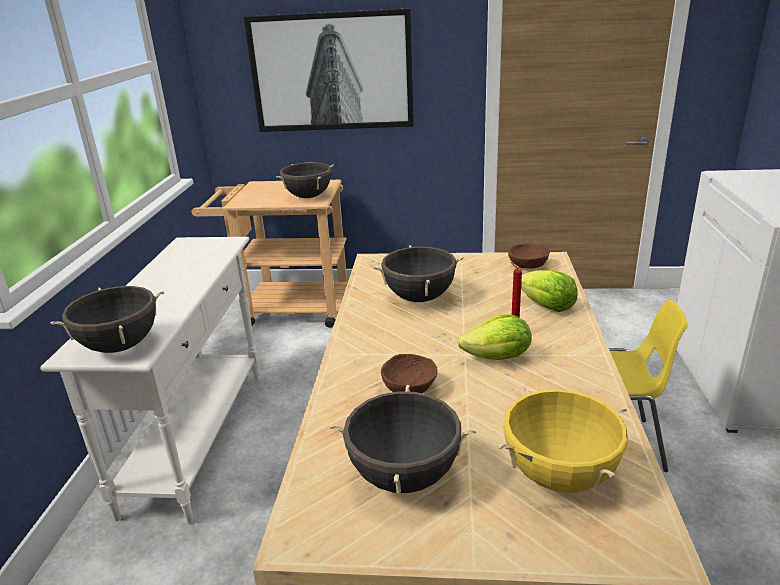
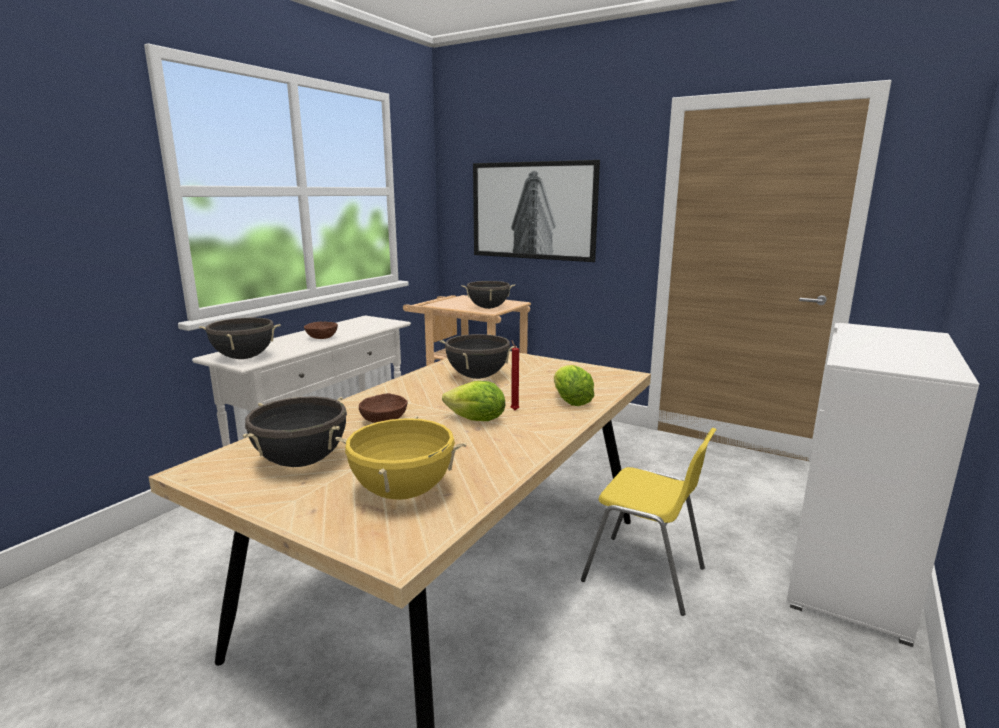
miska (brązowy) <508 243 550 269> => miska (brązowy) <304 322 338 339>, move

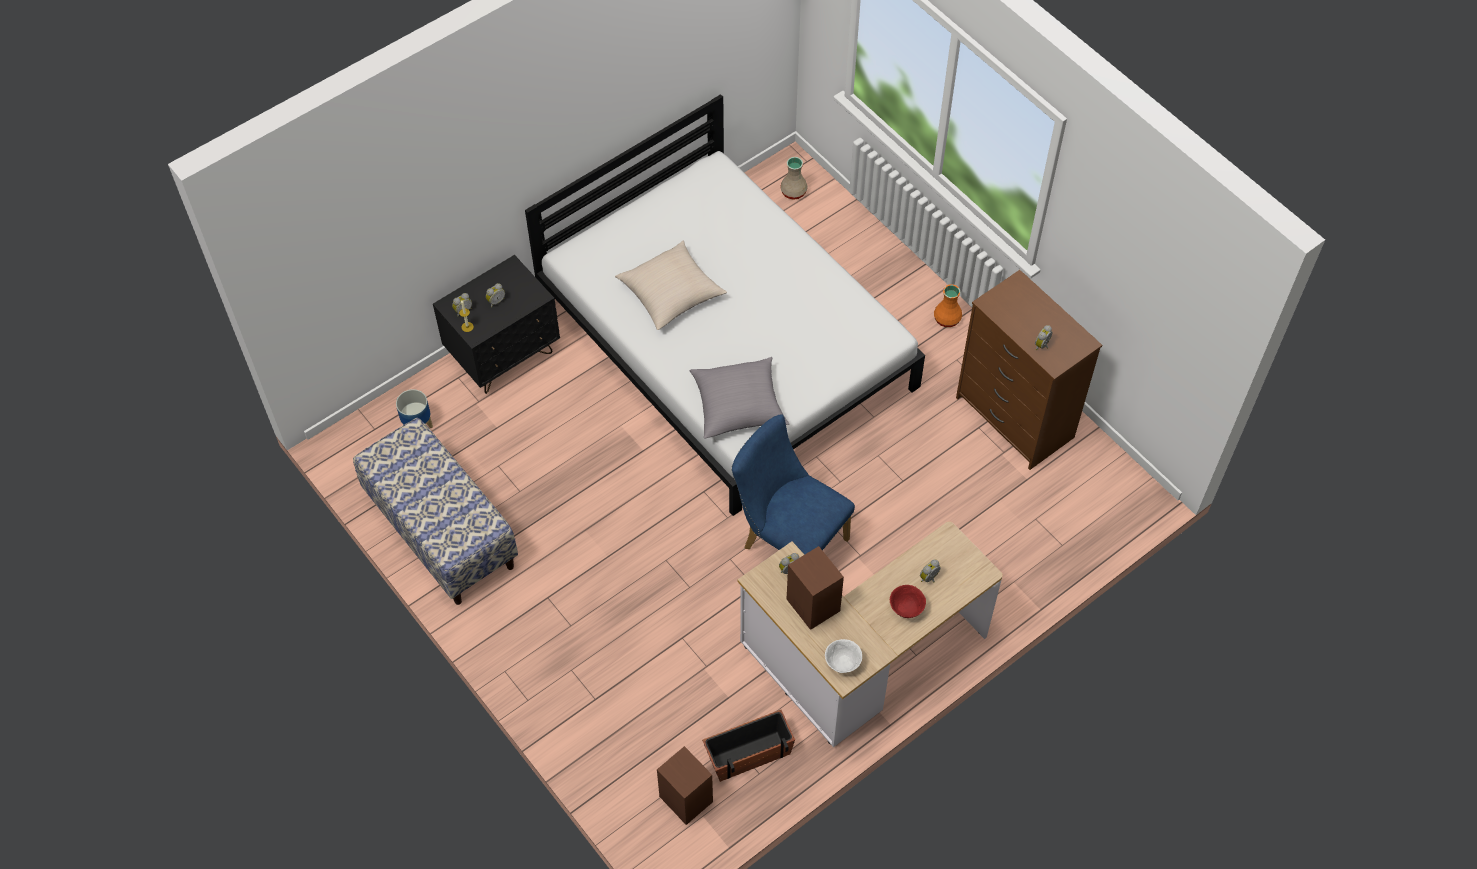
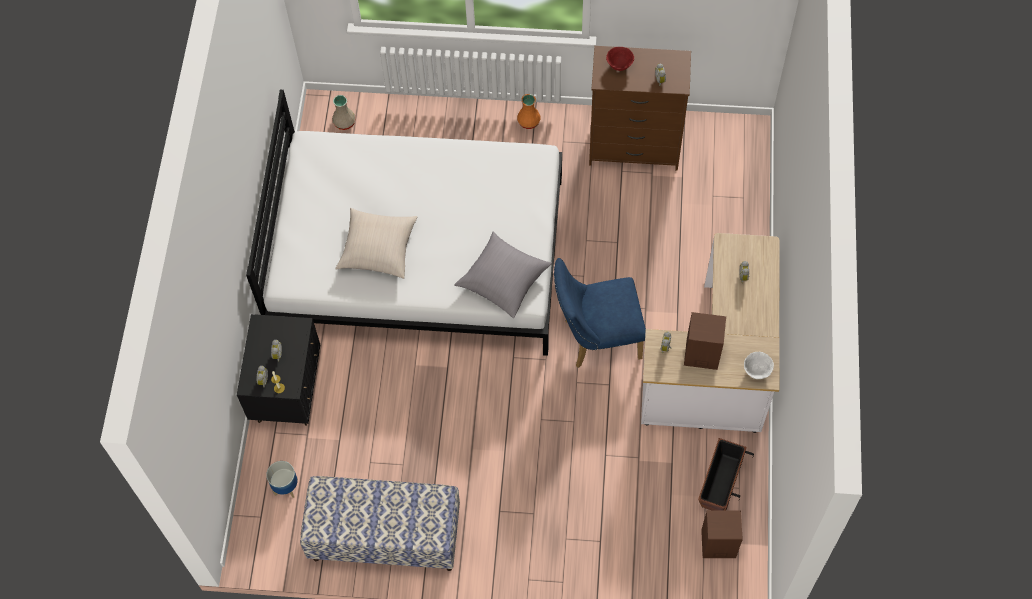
miska (czerwony) <890 585 926 618> => miska (czerwony) <606 47 634 71>, move

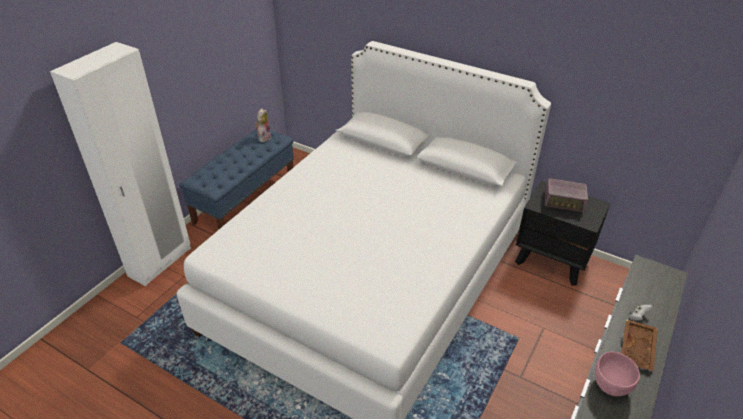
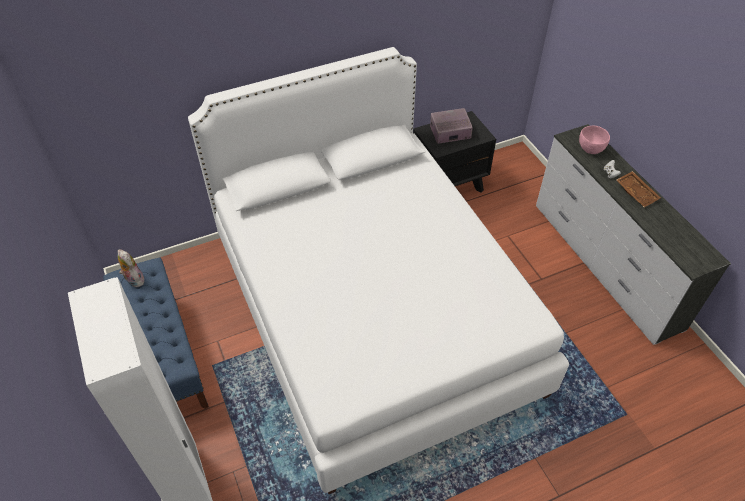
radio <545 178 588 213> => radio <430 108 473 144>, 150 degrees counterclockwise
miska (różowy) <595 352 640 396> => miska (różowy) <579 126 610 154>, move

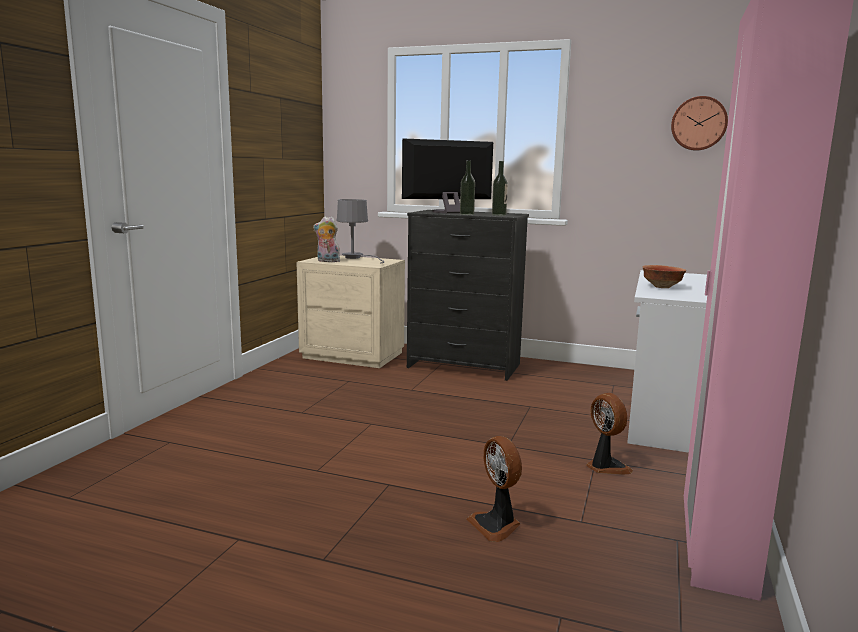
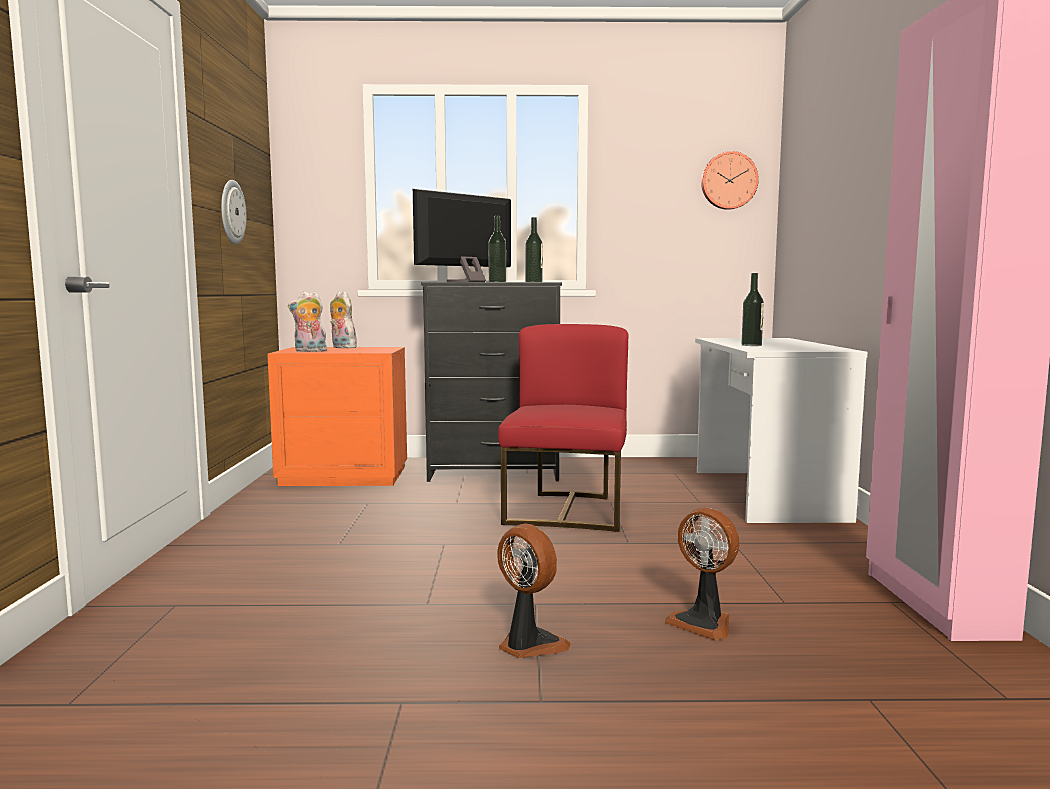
szafka nocna (beżowy) <296 256 405 368> => szafka nocna (pomarańczowy) <267 347 407 486>
lampa stołowa (szary) <337 199 384 263> => pluszak <330 291 359 349>
wentylator <586 393 633 475> => wentylator <497 524 571 658>, move
miska <643 265 686 288> => butelka <742 273 764 346>
nothing => zegar ścienny <221 180 246 244>
nothing => krzesło (czerwony) <498 324 629 532>

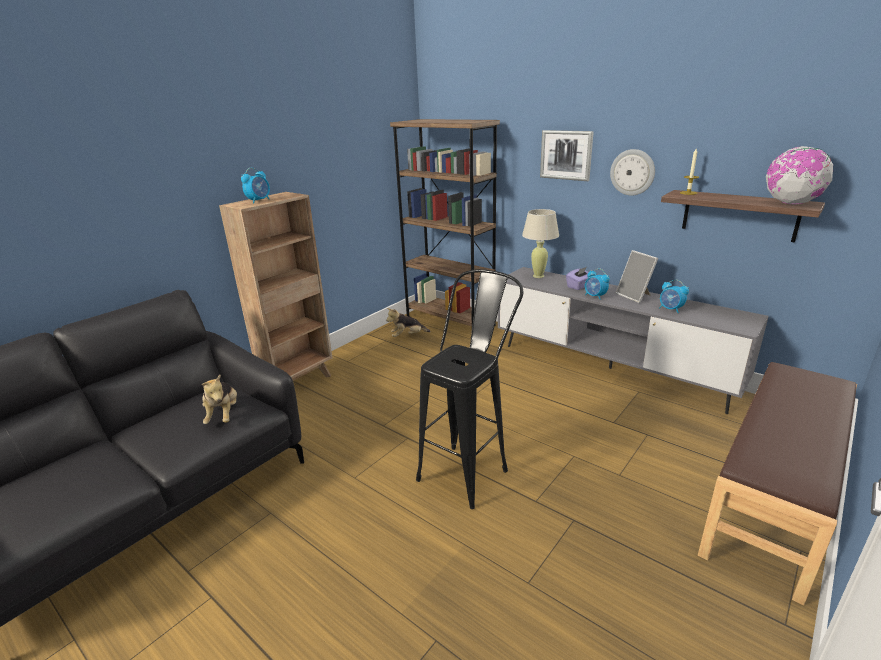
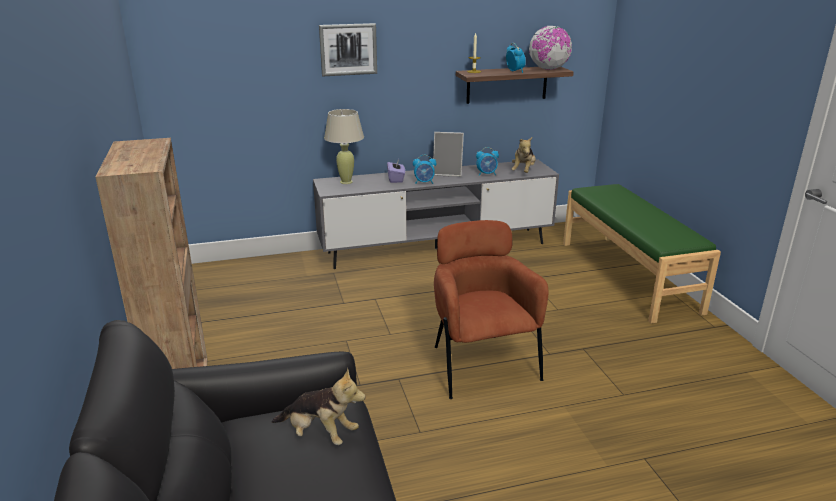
budzik <241 168 270 203> => budzik <506 43 526 73>, move
pluszak <386 308 431 337> => pluszak <511 137 536 173>, move
regał (brązowy) <390 119 500 327> => nothing
stołek (czarny) <416 269 523 509> => fotel (brązowy) <434 220 548 399>
zegar ścienny <610 149 655 196> => nothing
ławka (brązowy) <698 362 857 605> => ławka (zielony) <563 184 721 324>

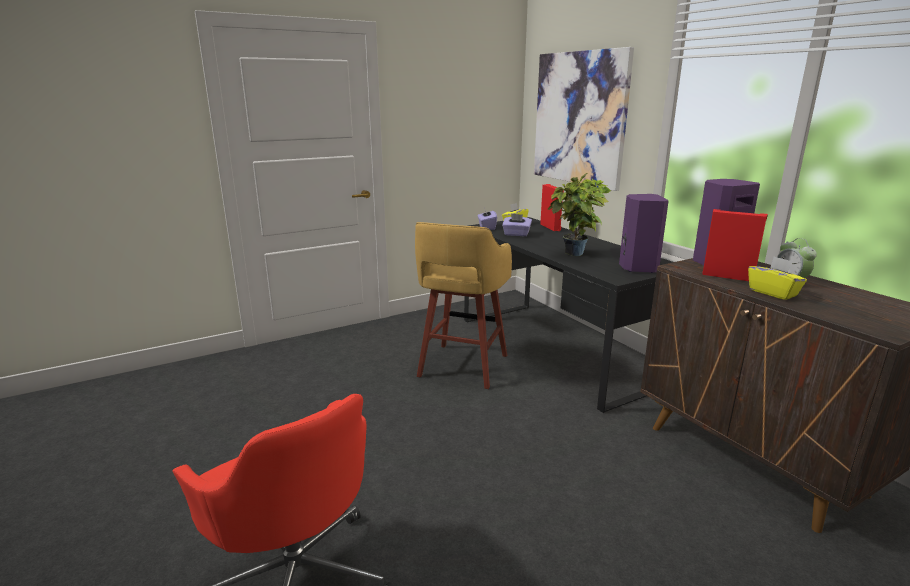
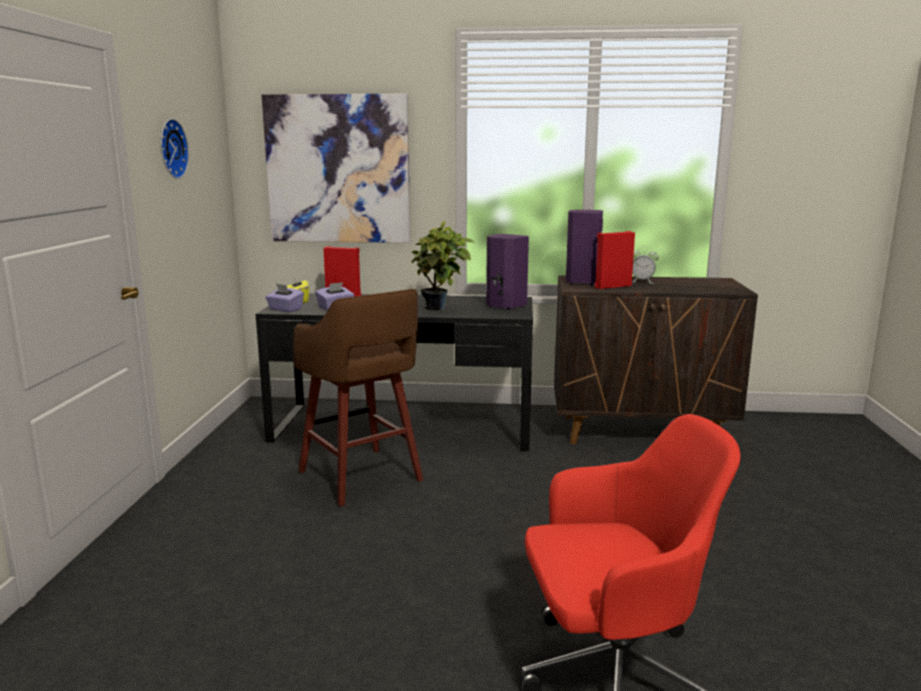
stołek (żółty) <415 222 512 389> => stołek (brązowy) <293 289 423 507>
pudełko chusteczek (żółty) <748 256 807 300> => nothing
nothing => zegar ścienny <160 119 189 179>

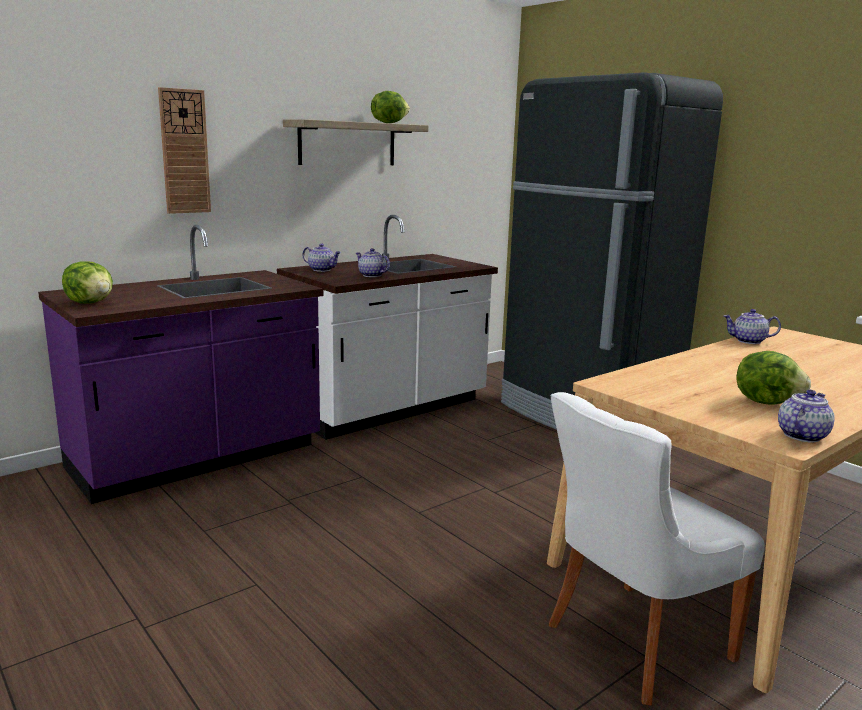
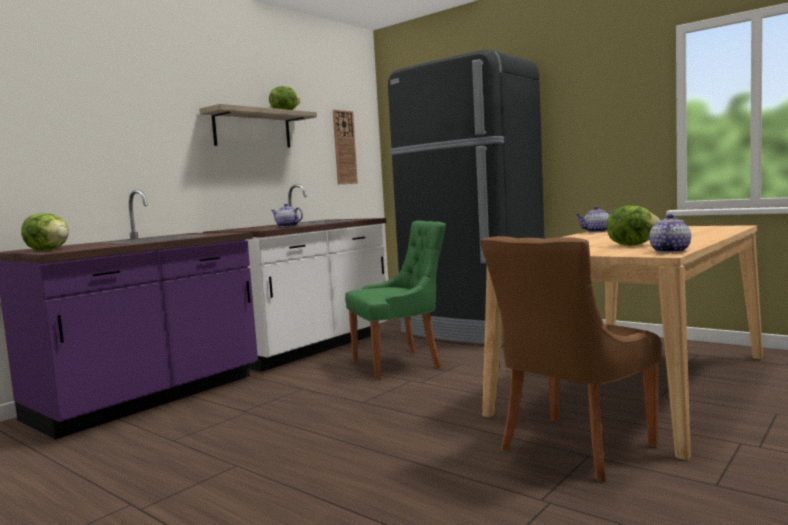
zegar ścienny <158 87 211 214> => zegar ścienny <333 110 358 184>, move
imbryk <302 243 341 272> => nothing
krzesło (biały) <549 392 765 706> => krzesło (brązowy) <480 236 661 482>
nothing => krzesło (zielony) <345 221 446 380>

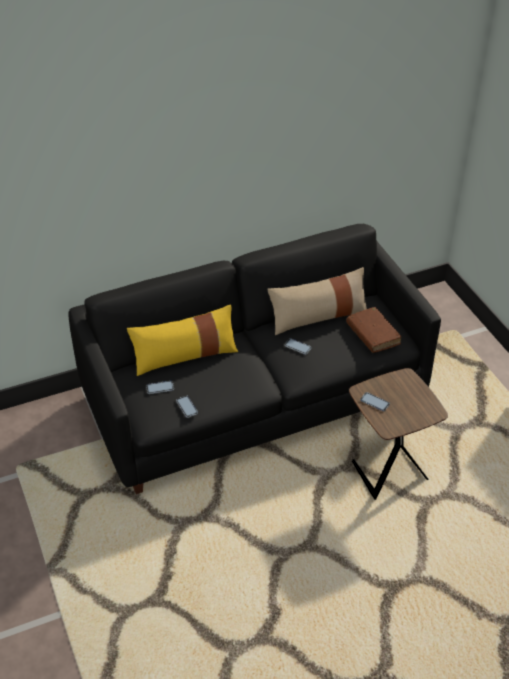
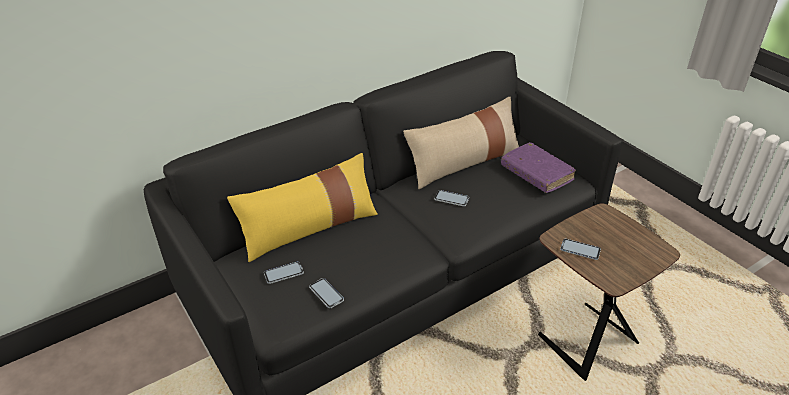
książka (brązowy) <346 307 401 353> => książka (fioletowy) <501 142 576 193>

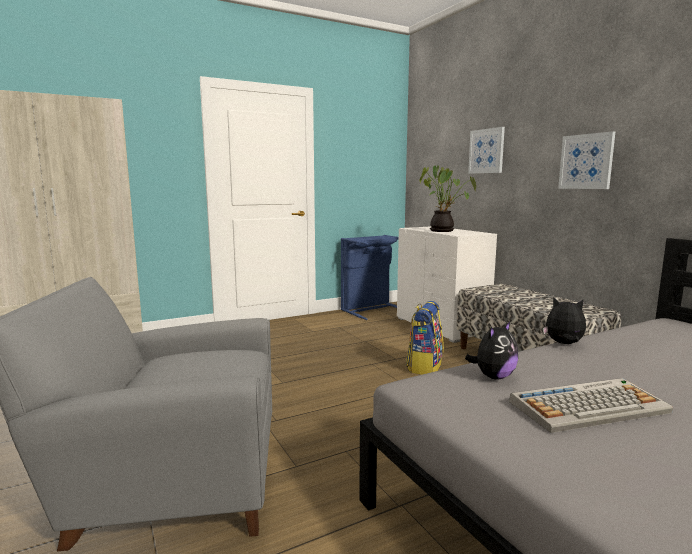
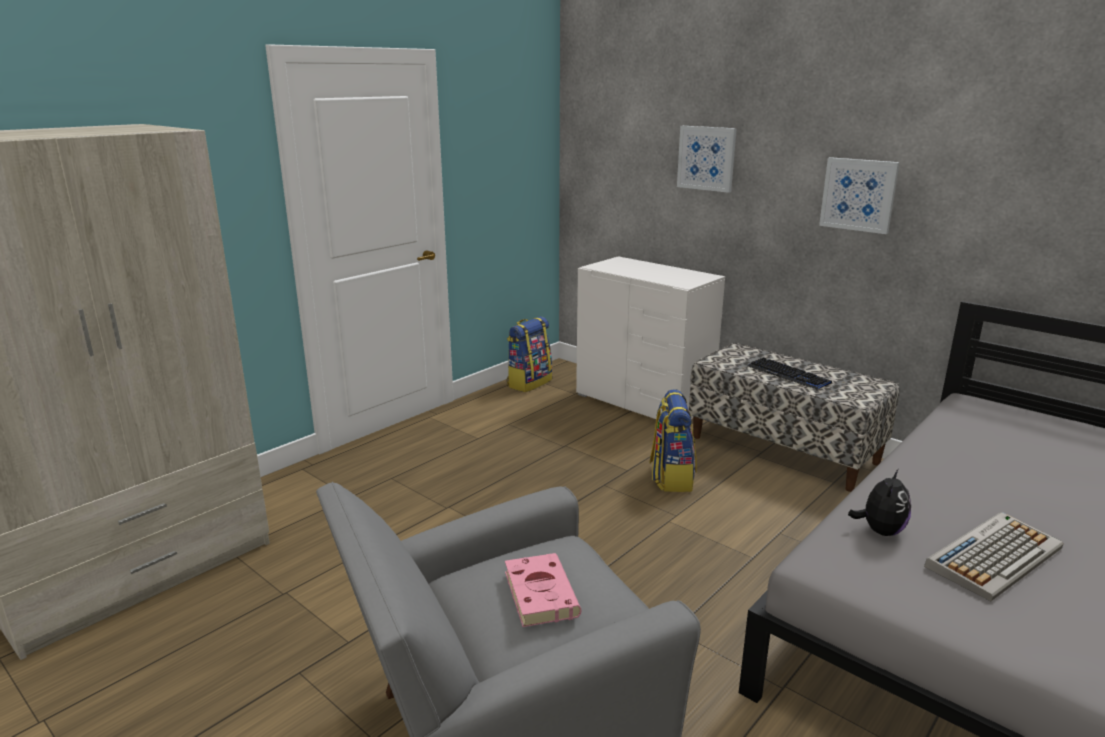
kosz na pranie (niebieski) <341 235 399 320> => plecak <507 316 552 392>
roślina doniczkowa <419 165 476 232> => nothing
pluszak <543 297 586 344> => nothing
nothing => książka (różowy) <505 553 581 627>
nothing => klawiatura <747 357 832 389>

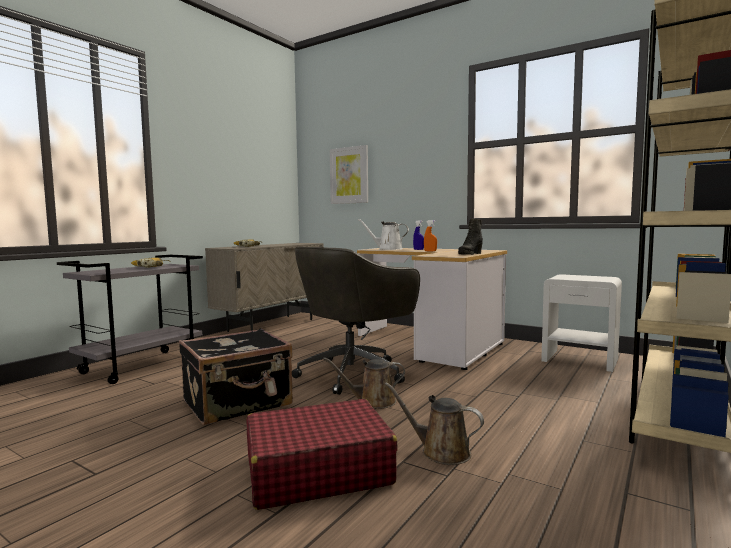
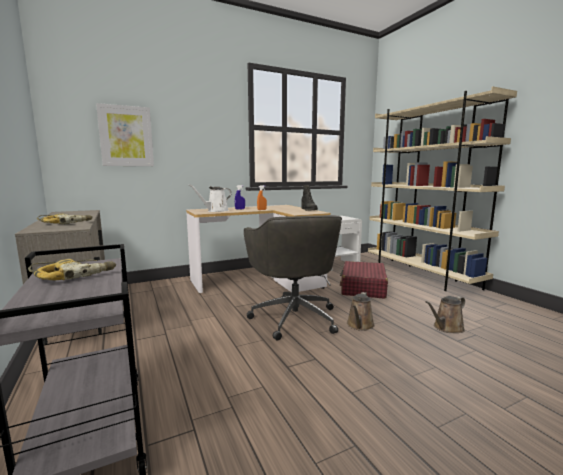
walizka (czarny) <179 328 293 425> => nothing
walizka (czerwony) <247 399 398 510> => walizka (czerwony) <340 261 388 299>, move

